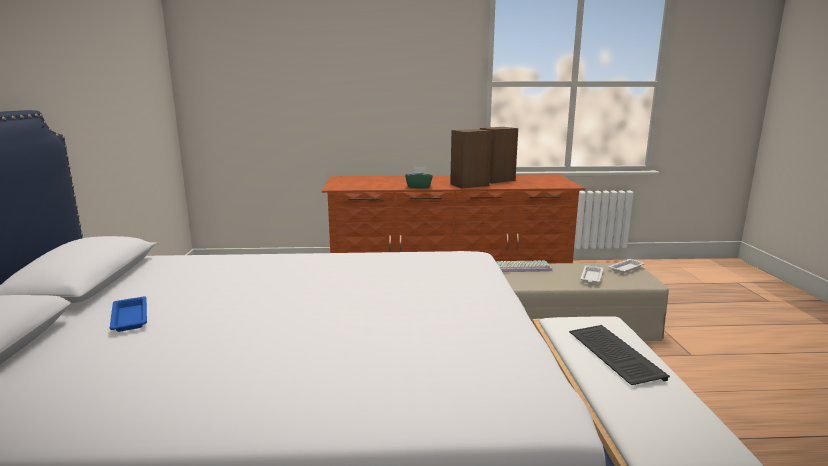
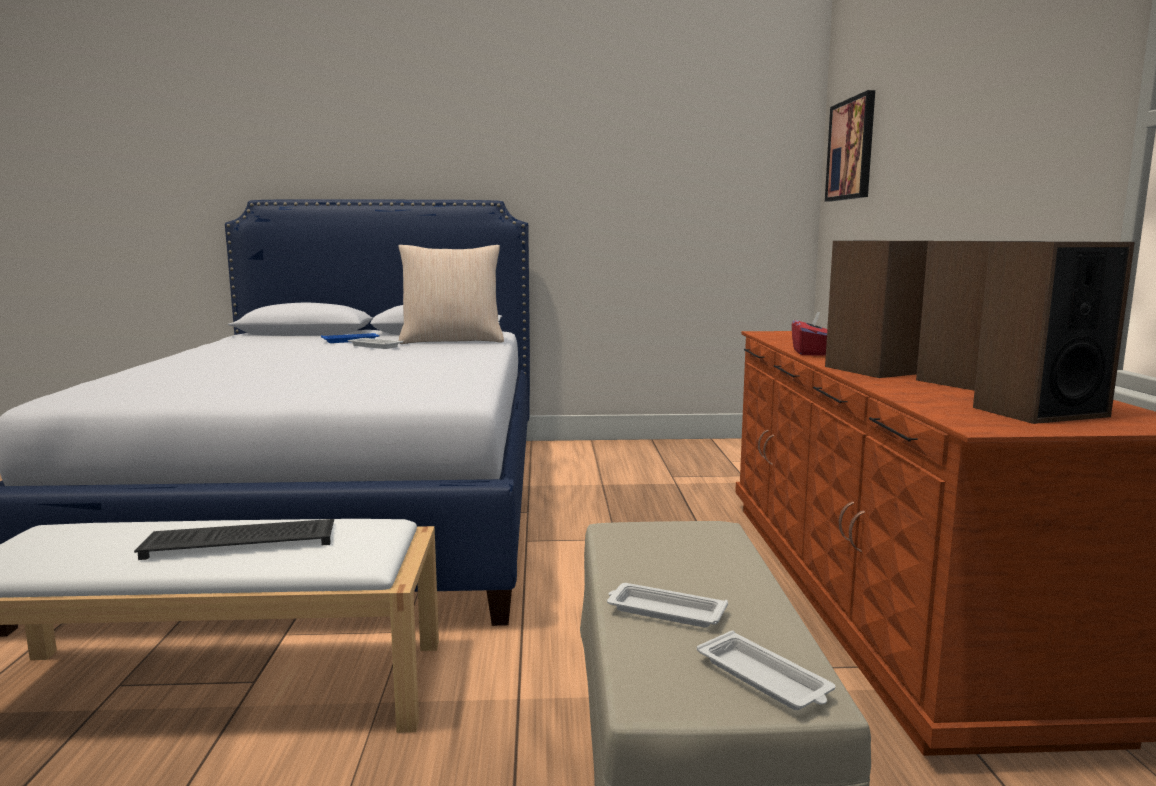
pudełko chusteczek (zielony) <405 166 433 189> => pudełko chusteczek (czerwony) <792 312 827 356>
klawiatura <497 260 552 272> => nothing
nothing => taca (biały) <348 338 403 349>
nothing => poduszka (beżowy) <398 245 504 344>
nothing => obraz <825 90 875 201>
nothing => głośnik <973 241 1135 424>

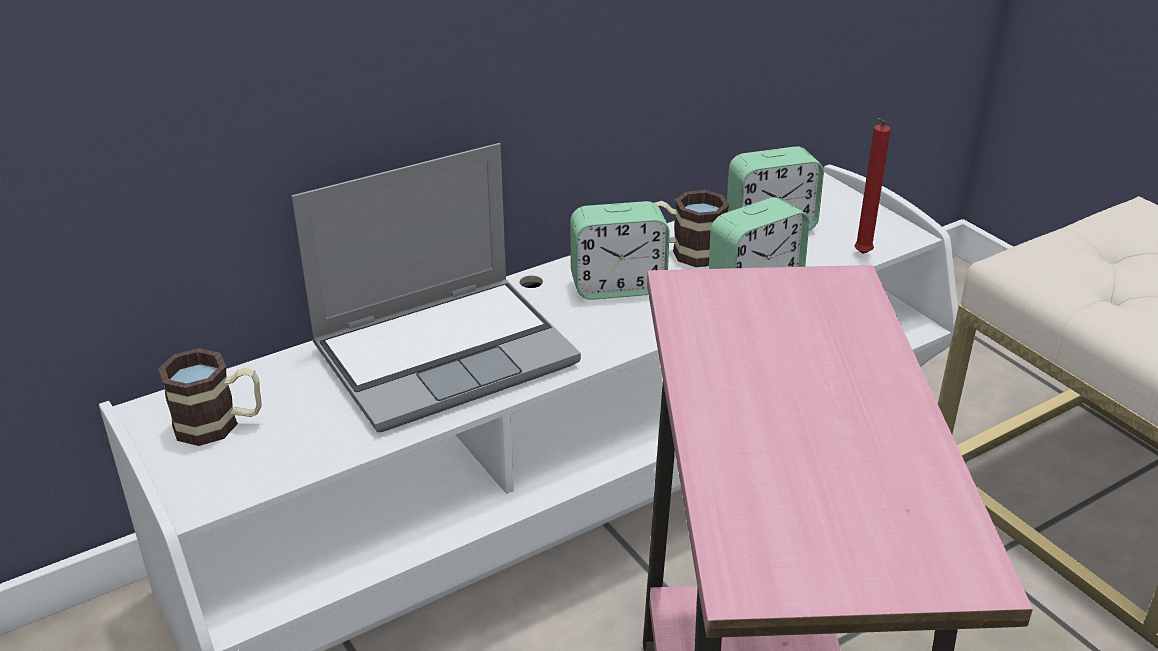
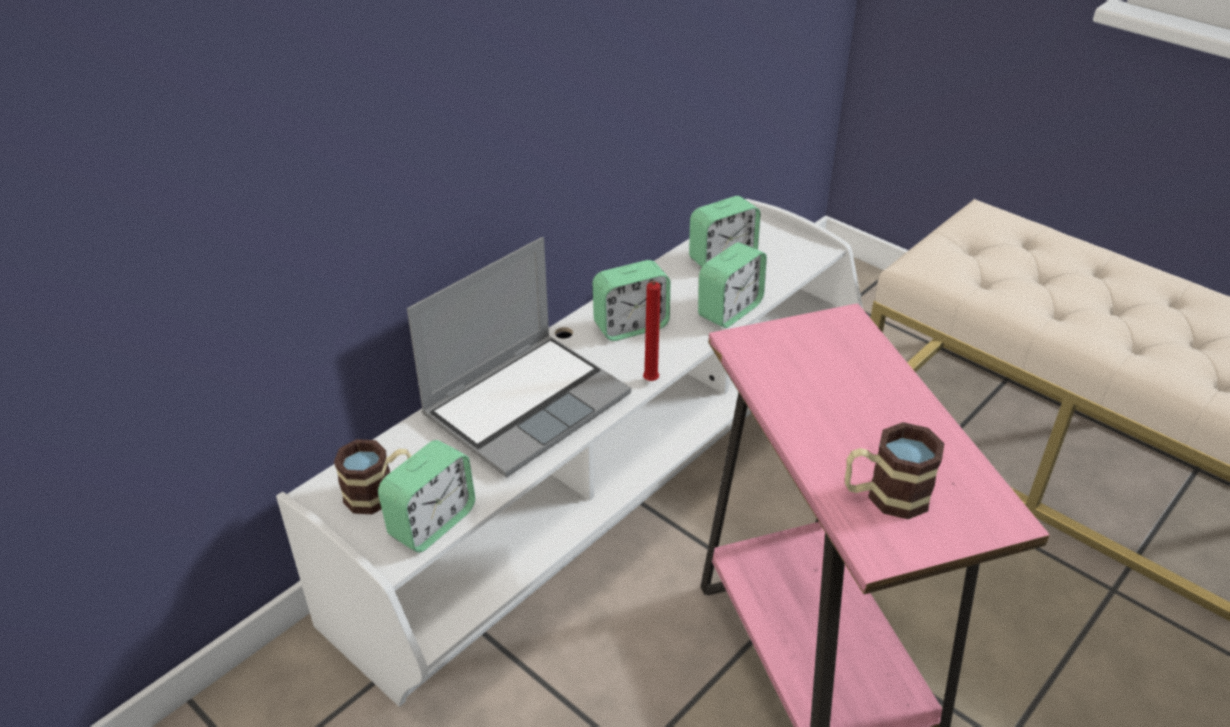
kubek <655 190 729 267> => kubek <845 422 944 519>, move
świeca (czerwony) <854 118 891 254> => świeca (czerwony) <643 281 661 381>, move
nothing => budzik <378 440 475 552>

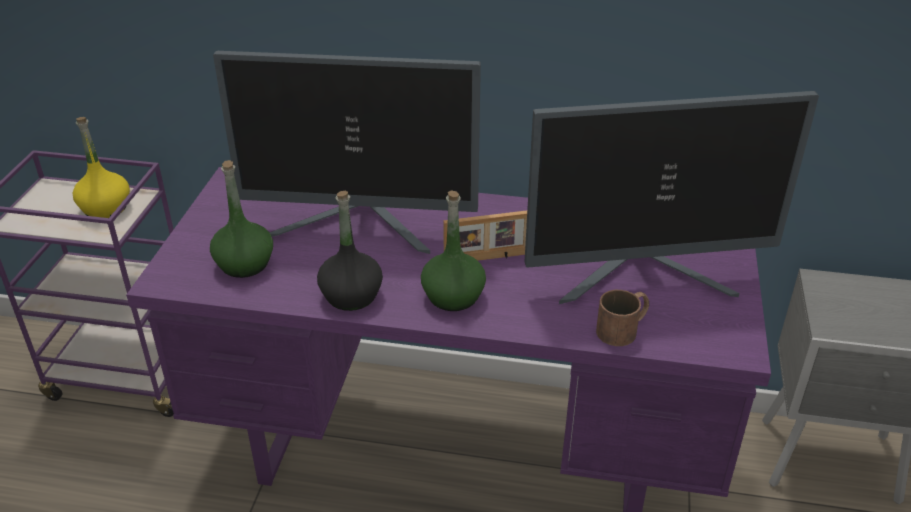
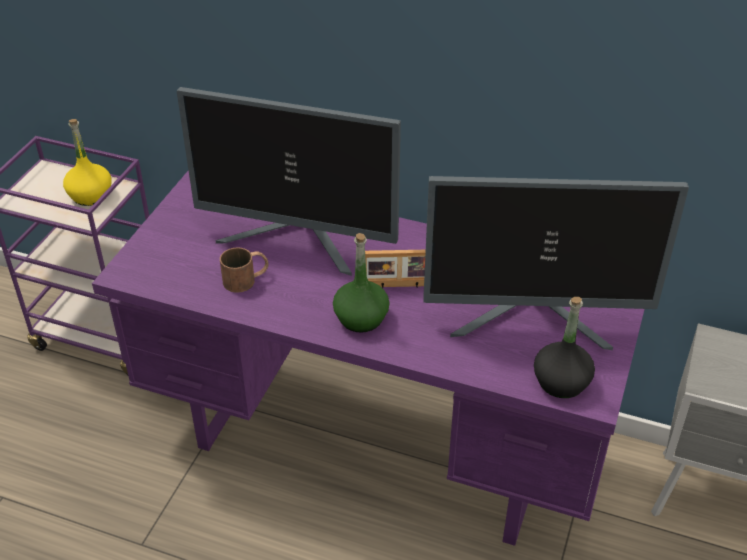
butelka (zielony) <210 160 273 278> => nothing
butelka (czarny) <317 191 383 311> => butelka (czarny) <534 297 595 398>, move
kubek (brązowy) <596 290 649 346> => kubek (brązowy) <220 247 269 293>, move

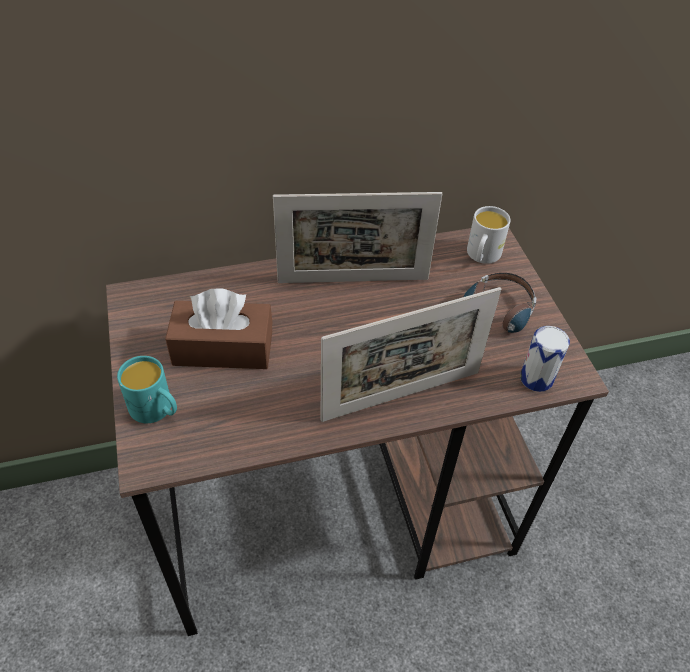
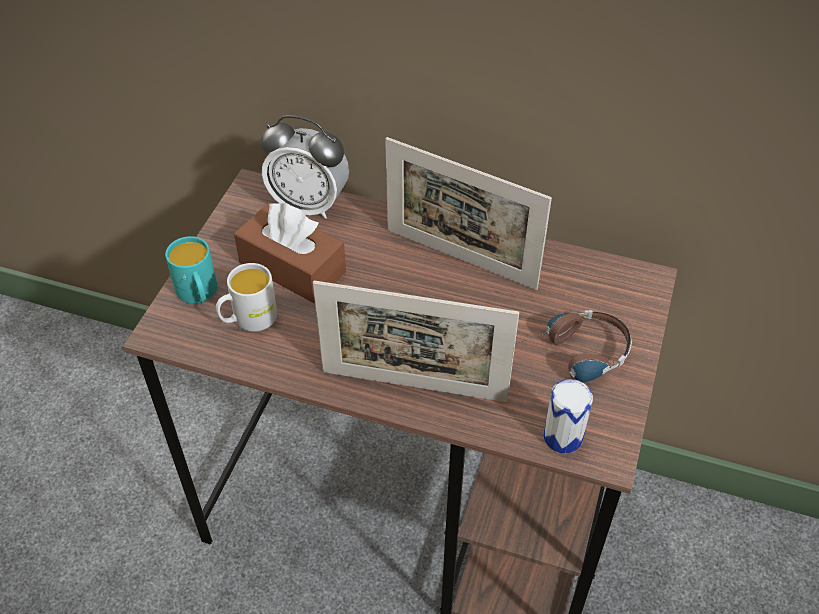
kubek (biały) <467 206 511 264> => kubek (biały) <216 263 277 332>, move
nothing => budzik <260 115 349 219>

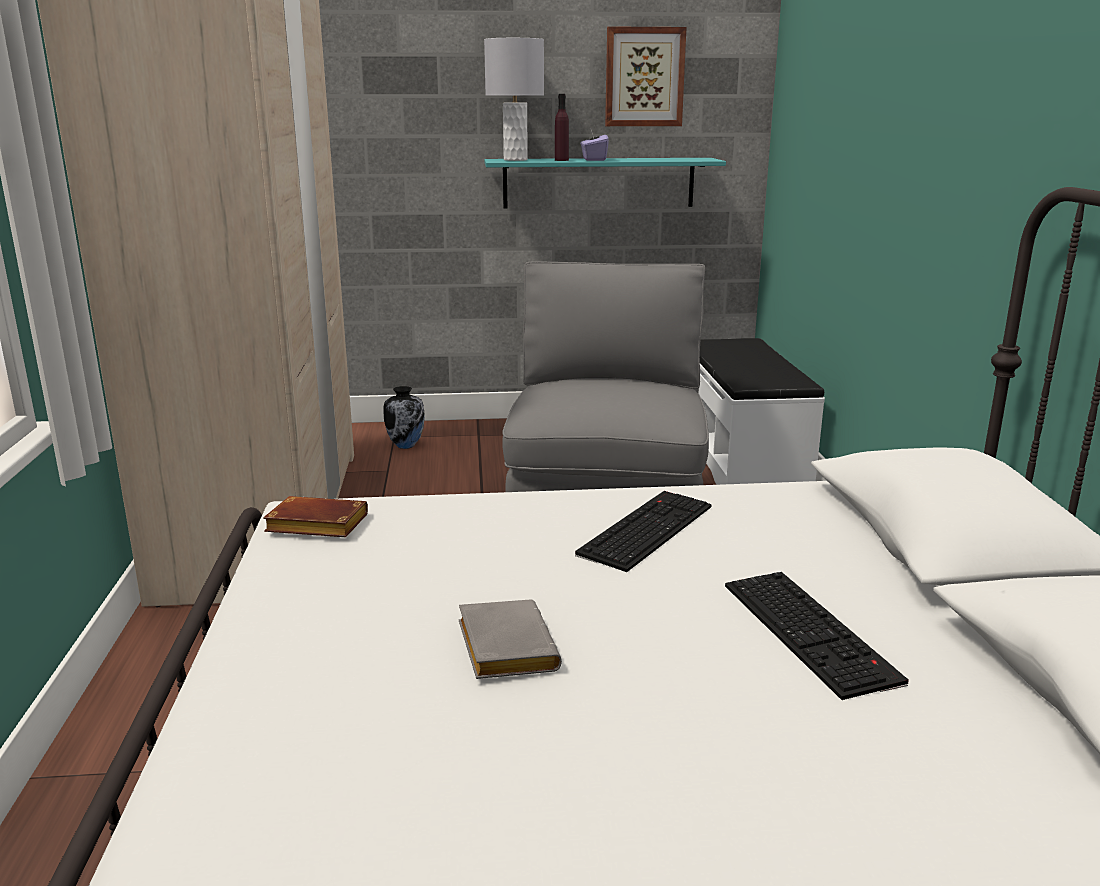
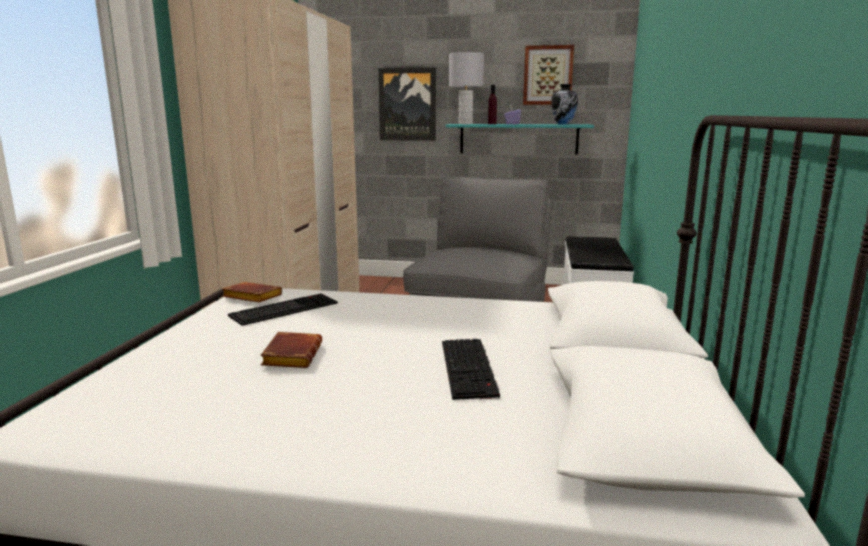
wazon <383 386 425 449> => wazon <551 84 578 124>, move
książka (szary) <459 599 562 679> => książka (brązowy) <260 332 322 368>
klawiatura <575 491 712 572> => klawiatura <228 293 338 326>, move
nothing => obraz <378 67 436 141>

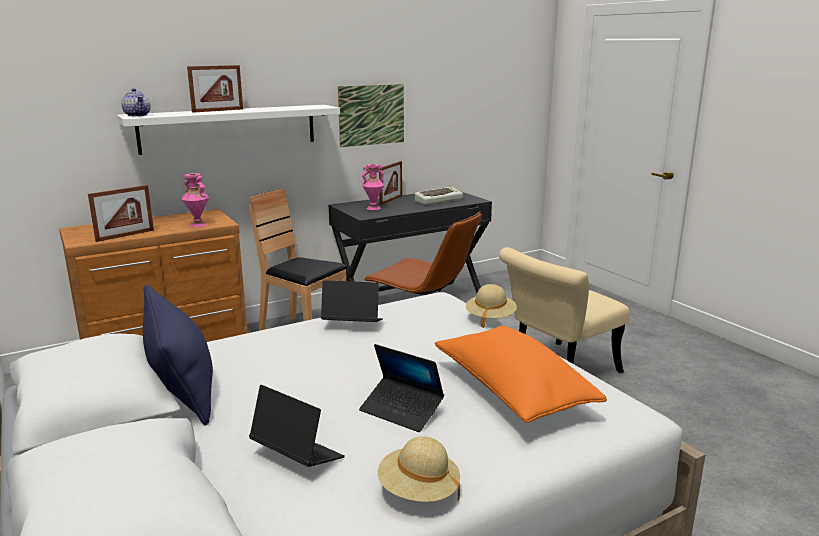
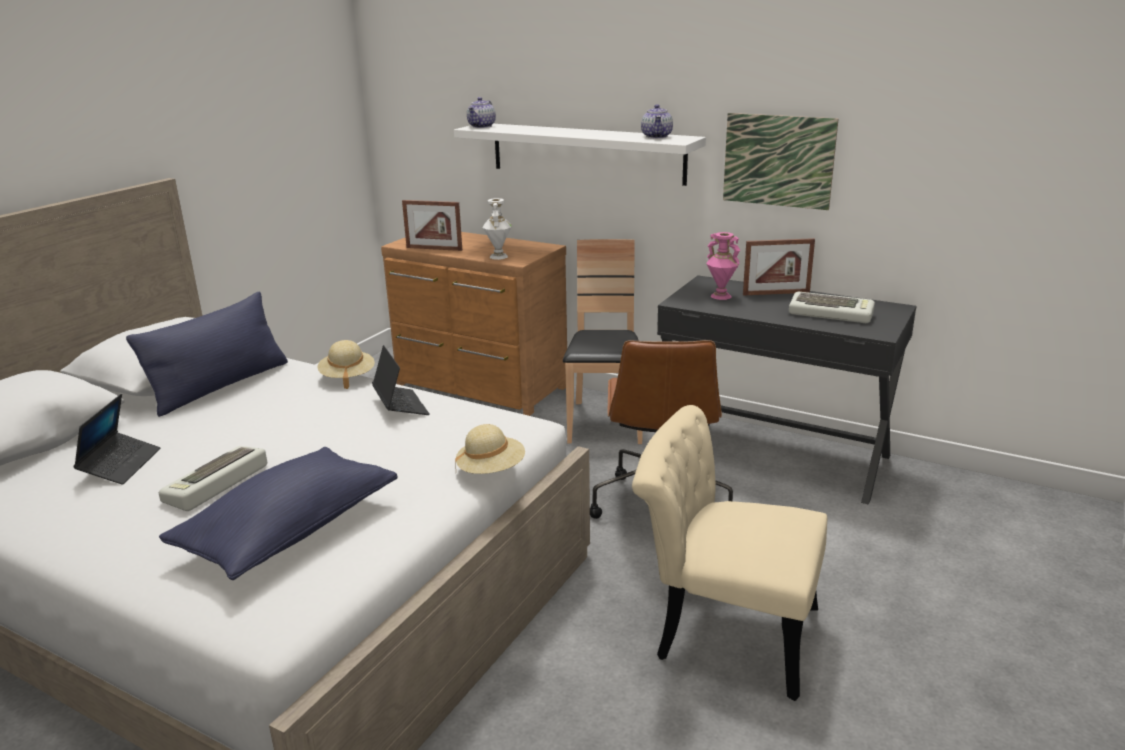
wazon (różowy) <182 173 209 227> => wazon (biały) <483 198 512 260>
ramka na zdjęcie <187 65 243 113> => nothing
laptop <359 344 444 432> => klawiatura <159 446 267 511>
kapelusz (beżowy) <378 436 460 502> => kapelusz (beżowy) <318 340 375 389>, move
poduszka (pomarańczowy) <435 326 607 423> => poduszka (niebieski) <159 447 398 580>
nothing => imbryk <641 104 673 138>

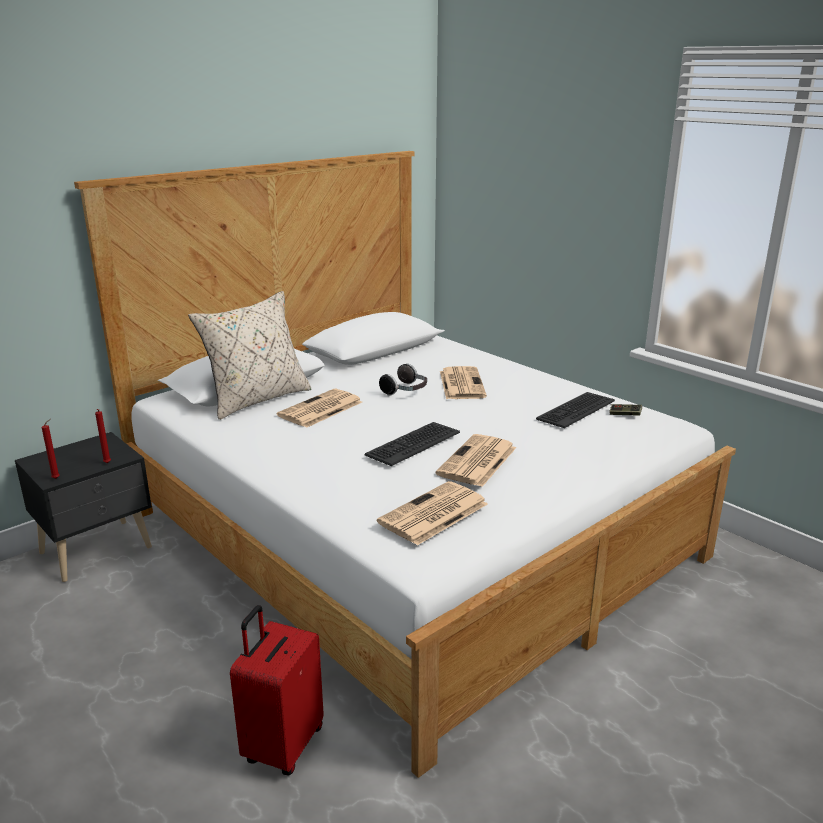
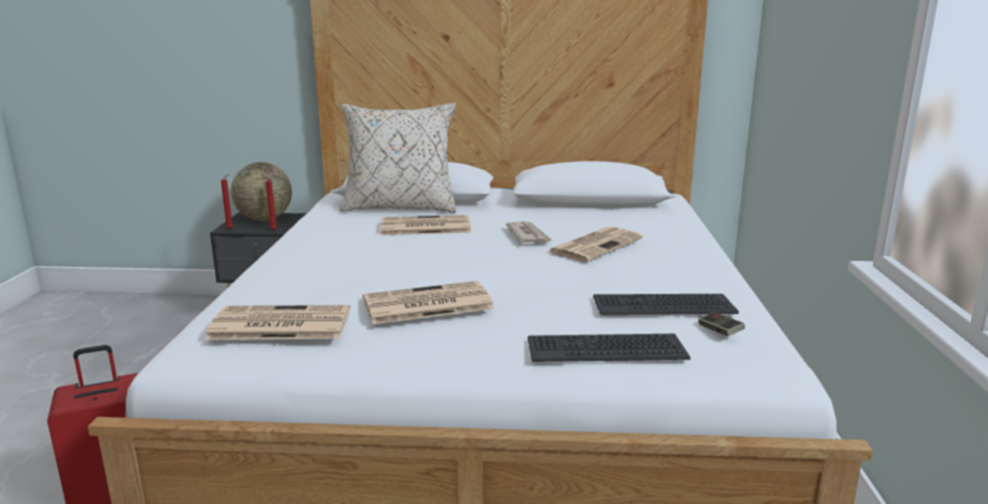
klawiatura <365 422 460 466> => klawiatura <528 334 691 362>, move
słuchawki <379 363 427 396> => gazeta <506 222 553 243>
nothing => globus <231 162 292 221>

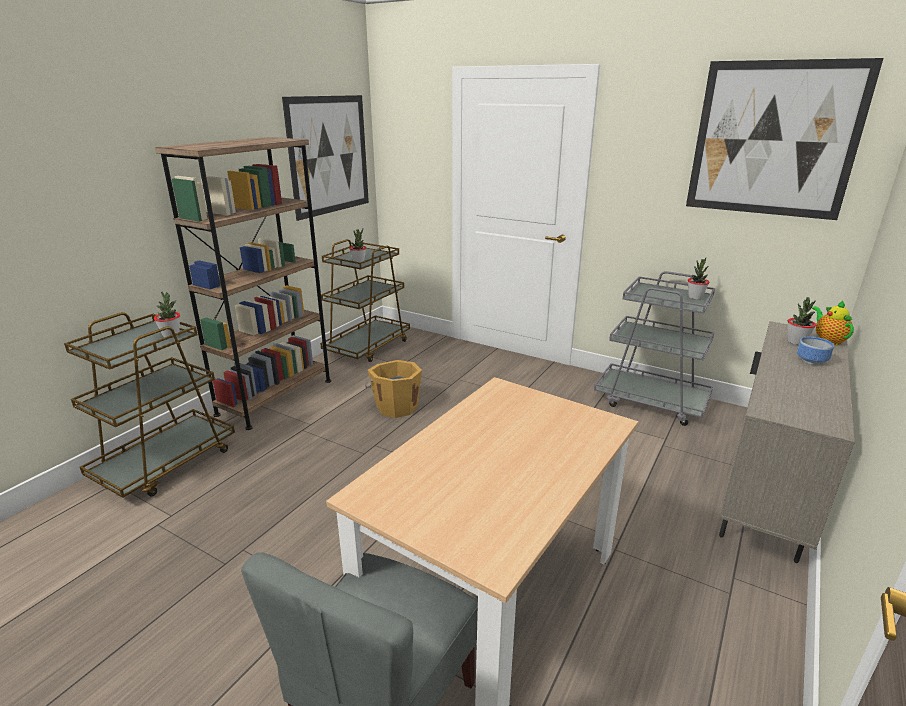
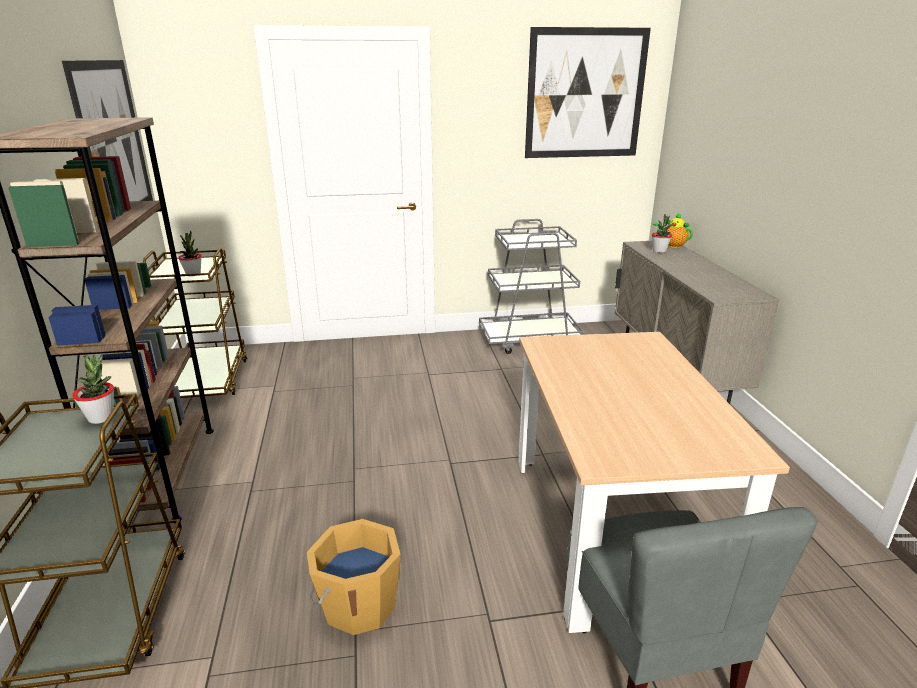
wiadro (pomarańczowy) <365 360 422 418> => wiadro (pomarańczowy) <307 519 400 635>, move
roślina doniczkowa <688 258 709 300> => nothing
miska <797 337 834 365> => nothing

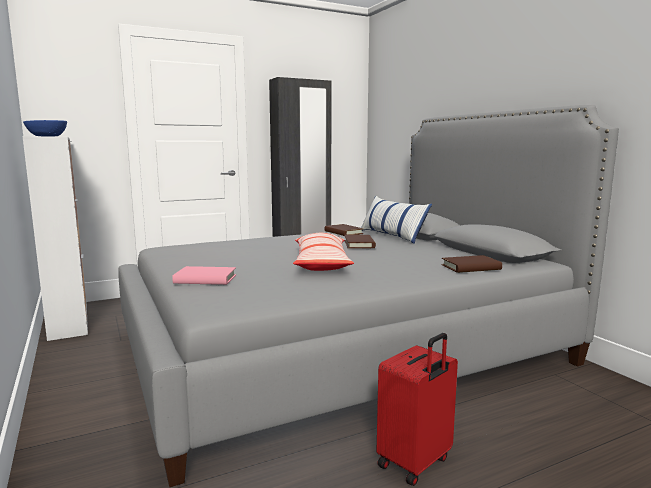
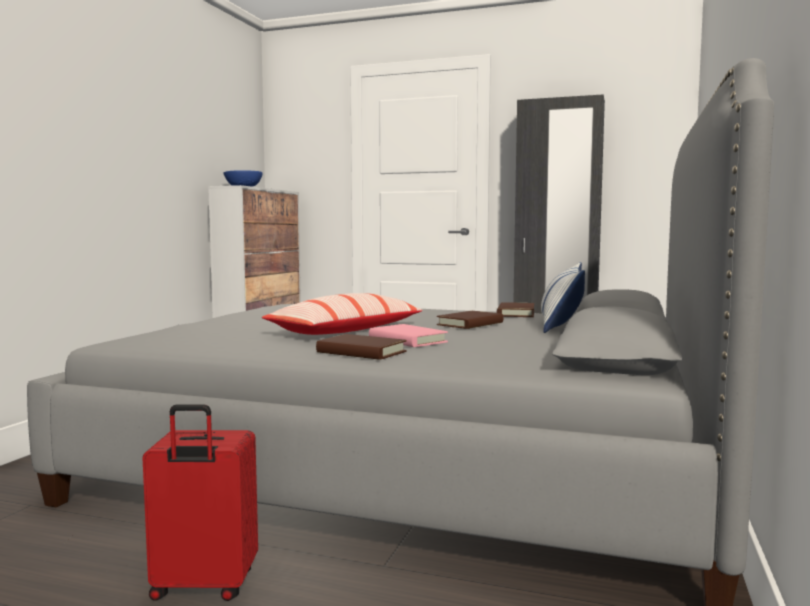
książka (różowy) <172 266 236 285> => książka (różowy) <369 324 448 347>, move
książka (brązowy) <442 255 502 273> => książka (brązowy) <316 334 407 360>, move

